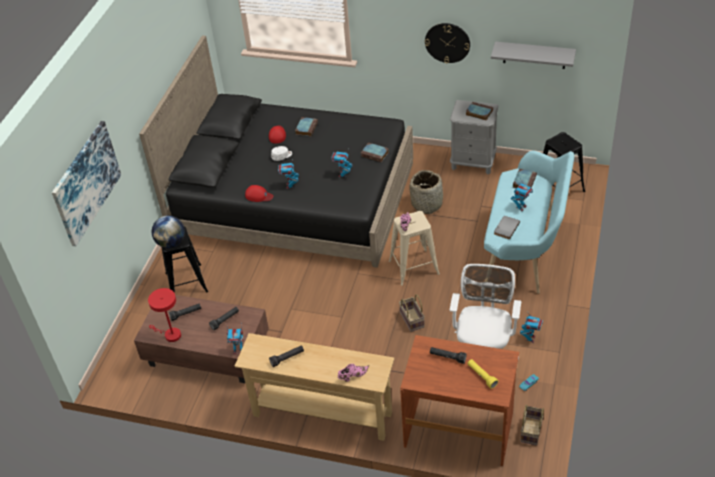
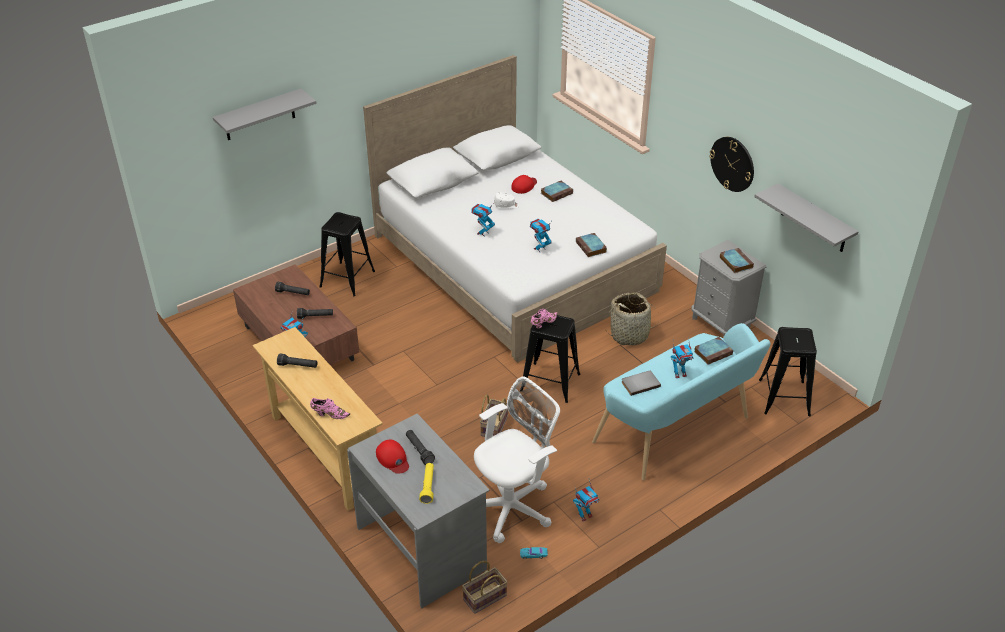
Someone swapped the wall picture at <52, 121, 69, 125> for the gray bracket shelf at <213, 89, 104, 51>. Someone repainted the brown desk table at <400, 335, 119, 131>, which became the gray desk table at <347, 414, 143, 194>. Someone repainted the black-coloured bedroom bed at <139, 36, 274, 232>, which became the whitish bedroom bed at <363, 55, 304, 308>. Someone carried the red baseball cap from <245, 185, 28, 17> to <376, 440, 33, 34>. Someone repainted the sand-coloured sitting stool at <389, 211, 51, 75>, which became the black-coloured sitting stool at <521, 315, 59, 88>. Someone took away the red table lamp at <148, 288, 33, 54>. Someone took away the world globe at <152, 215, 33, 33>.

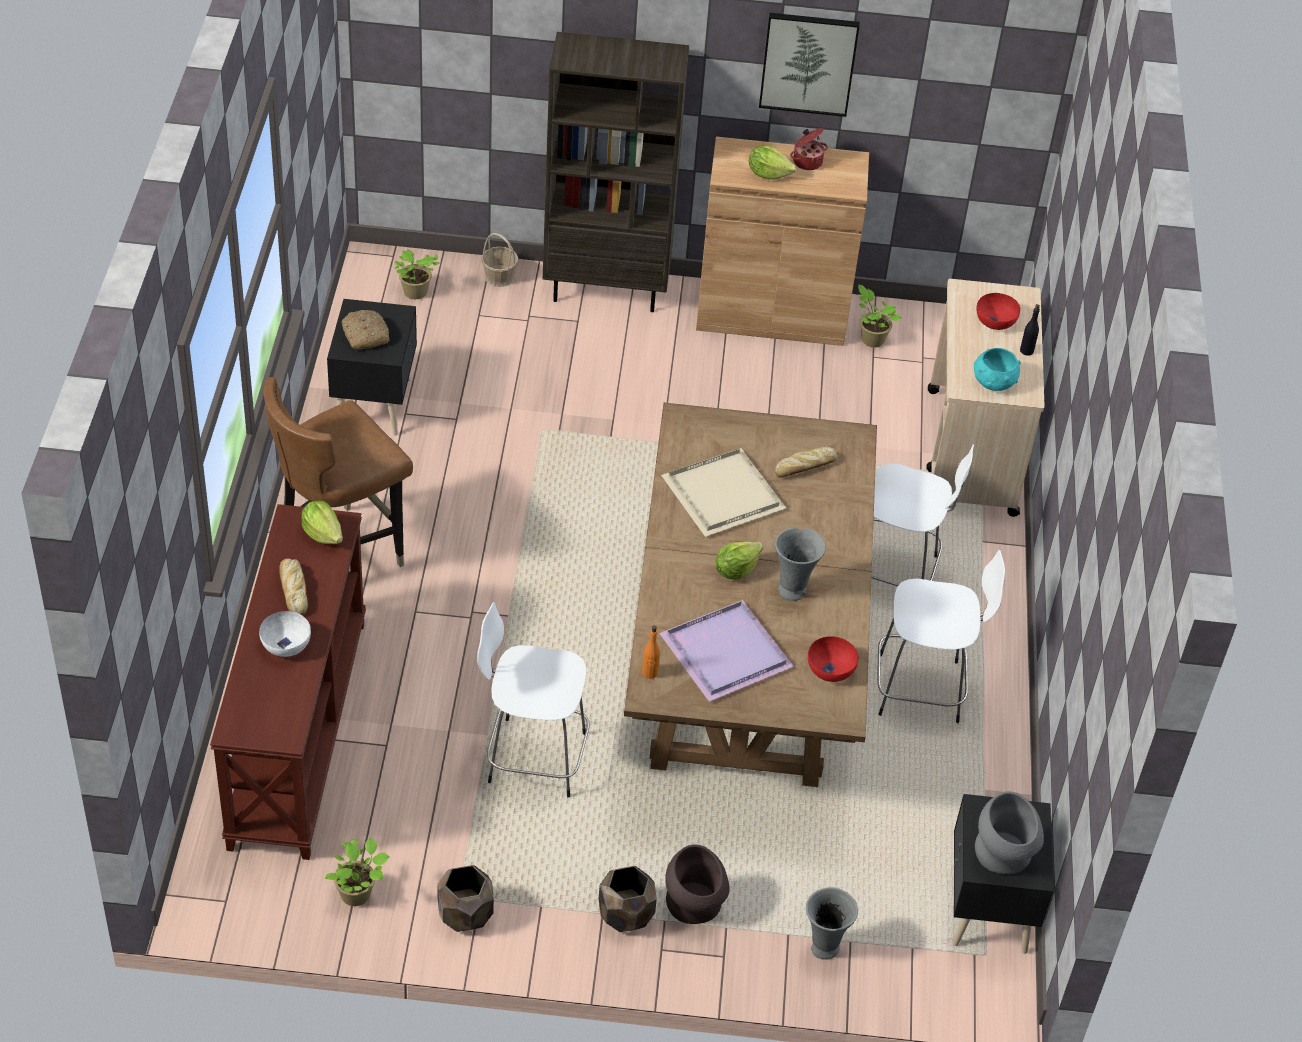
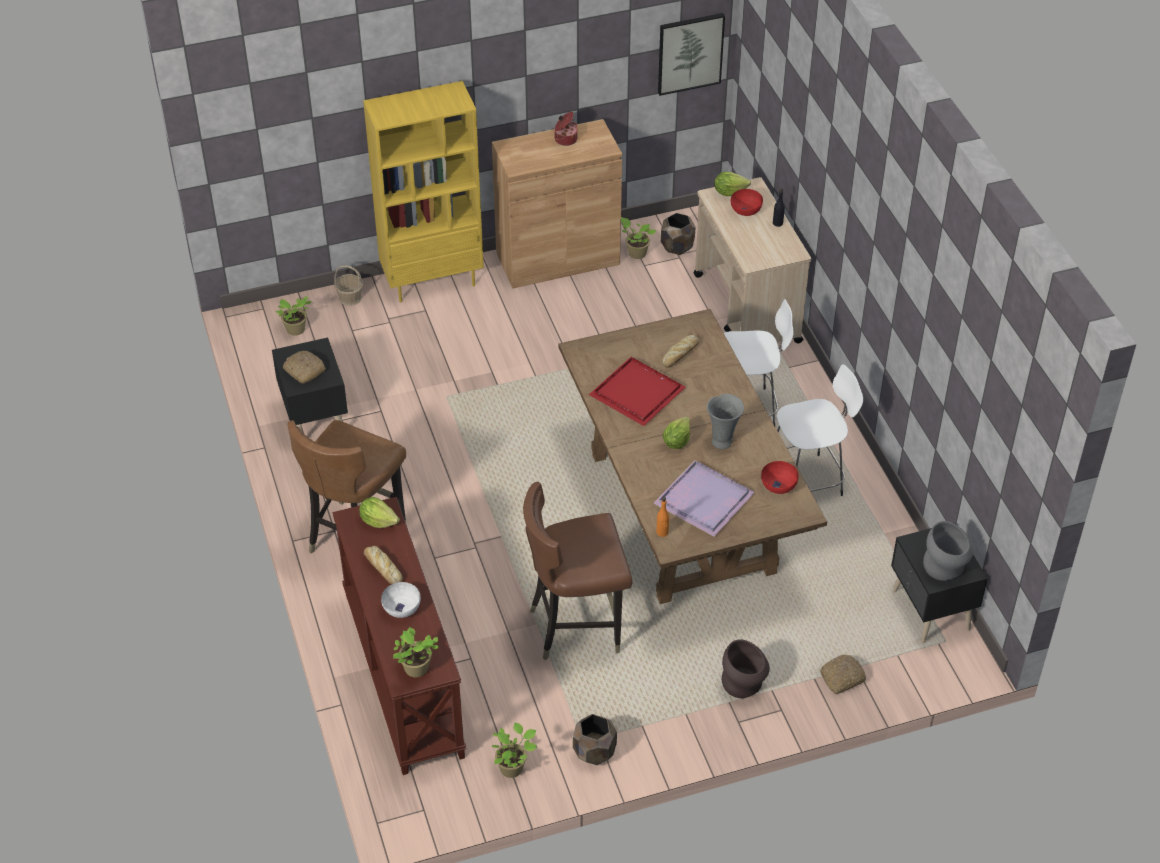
Someone repainted the brown shelving unit at <543, 32, 146, 280>, which became the yellowish shelving unit at <363, 81, 121, 221>. Someone put down the houseplant at <393, 627, 45, 50>. Someone swapped the whitish sitting stool at <477, 602, 113, 196> for the brown upright chair at <523, 482, 110, 178>. Someone repainted the sand-coloured serving tray at <661, 448, 125, 89>, which became the red serving tray at <589, 357, 97, 69>. Someone carried the wall picture from <759, 13, 101, 104> to <658, 13, 67, 83>. Someone carried the brown plant pot from <599, 866, 58, 66> to <661, 213, 34, 42>. Someone carried the head of lettuce from <749, 145, 47, 35> to <714, 172, 37, 24>. Someone swapped the gray decorative vase at <806, 887, 52, 73> for the bakery bread at <820, 654, 46, 40>. Someone took away the turquoise-coloured deep dish at <974, 348, 47, 43>.

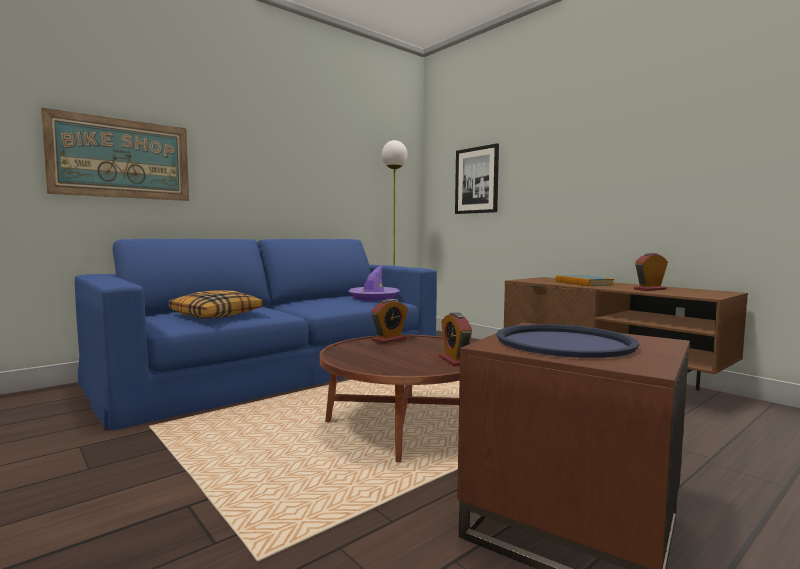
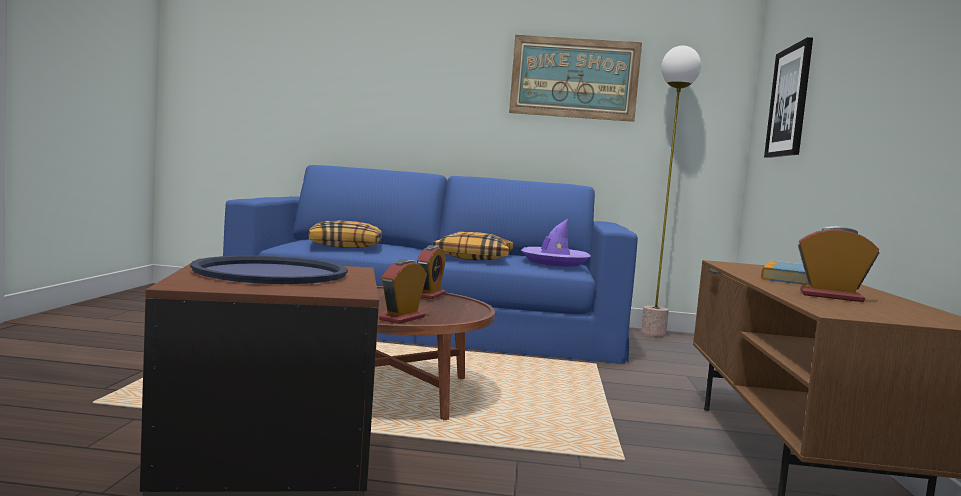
Someone rotated the table clock at <371, 299, 37, 44> by 75 degrees counterclockwise. Someone put down the pillow at <433, 232, 81, 28>. Someone carried the wall picture from <41, 108, 148, 93> to <509, 35, 133, 87>.

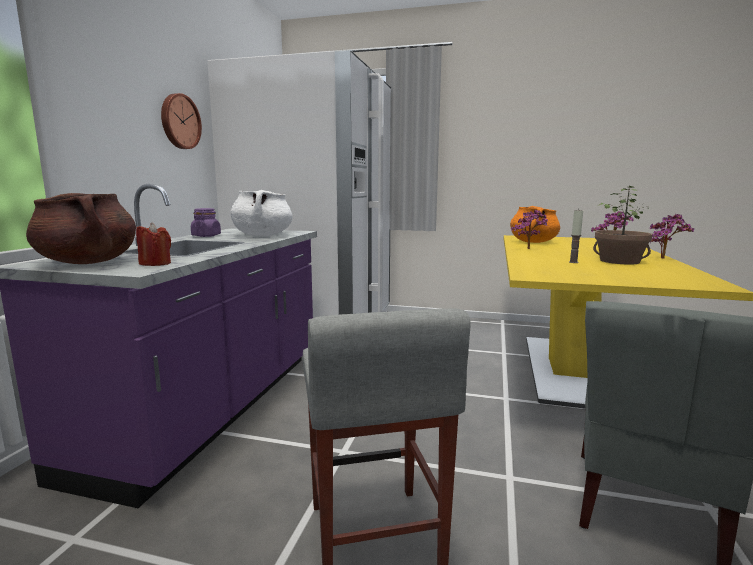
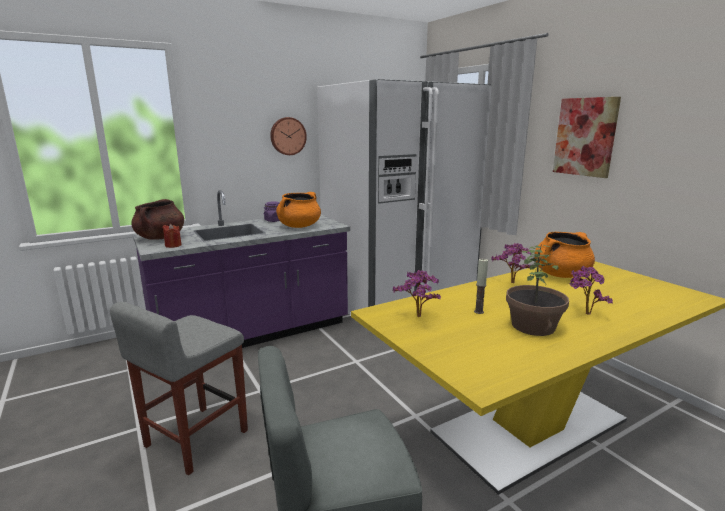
Someone repainted the whitish cooking pot at <230, 190, 62, 46>, which became the orange-coloured cooking pot at <276, 192, 45, 36>. Someone carried the houseplant from <650, 214, 44, 45> to <393, 270, 48, 47>. Someone put up the wall picture at <553, 97, 68, 81>.

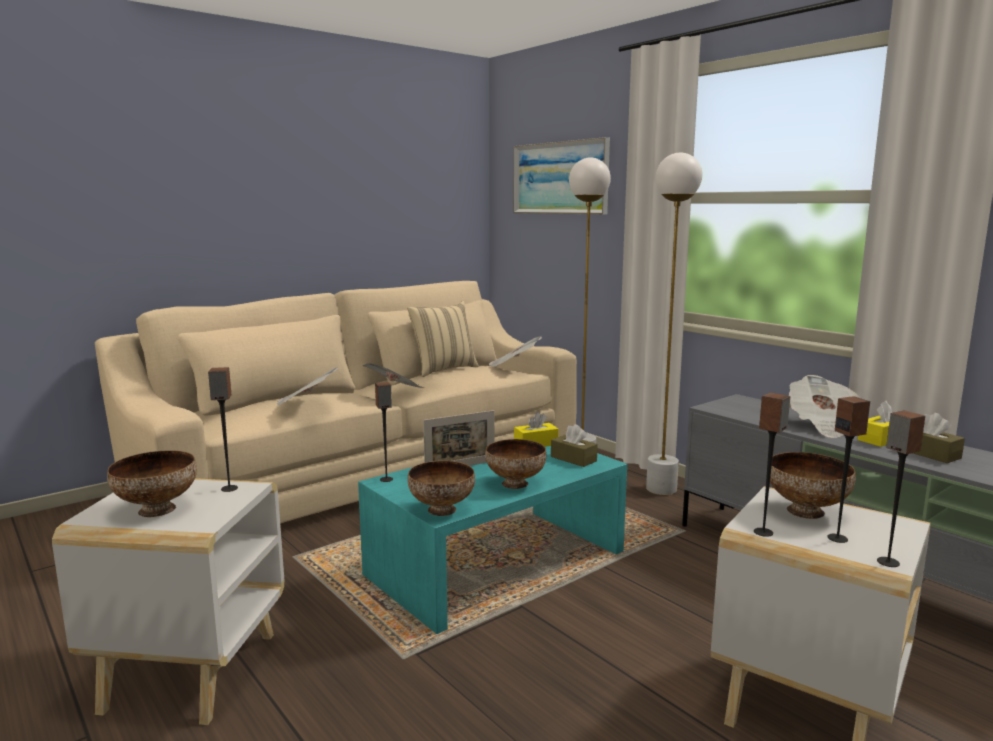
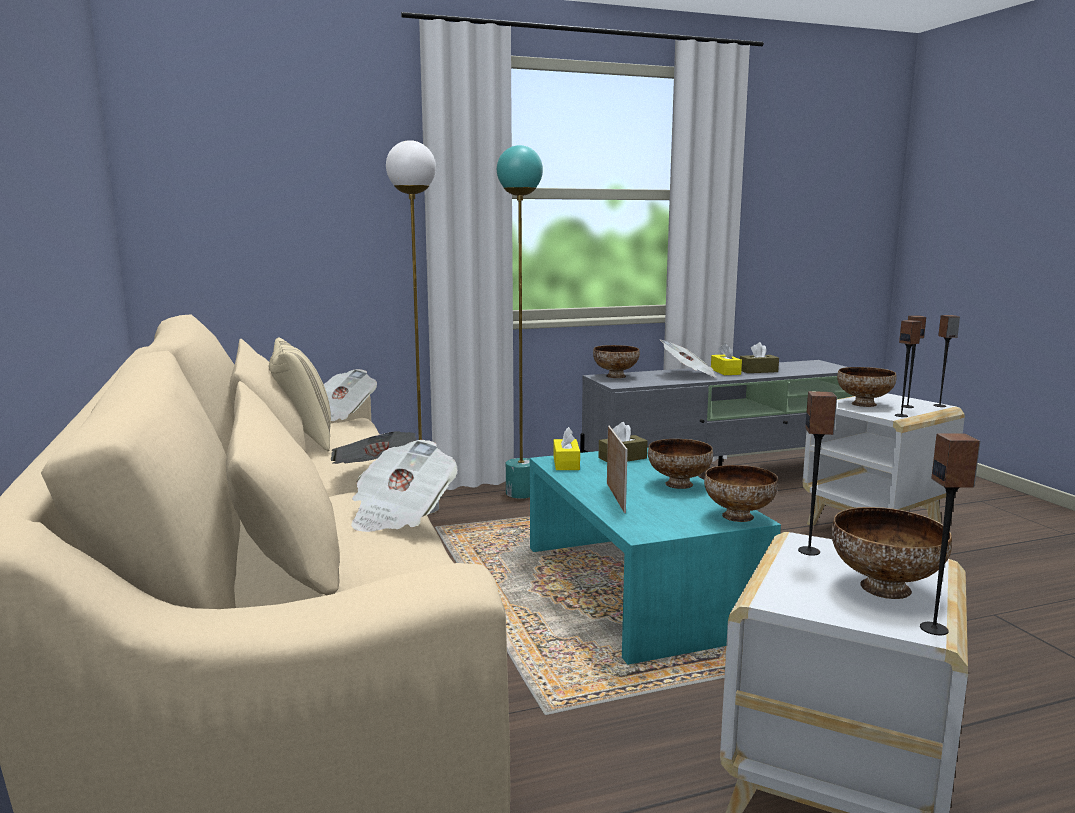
Someone repainted the whitish standing lamp at <646, 153, 56, 342>, which became the turquoise-coloured standing lamp at <497, 145, 46, 354>. Someone put down the deep dish at <593, 345, 47, 33>. Someone carried the speaker from <375, 382, 18, 100> to <920, 433, 60, 202>. Someone took away the wall picture at <513, 137, 97, 78>.

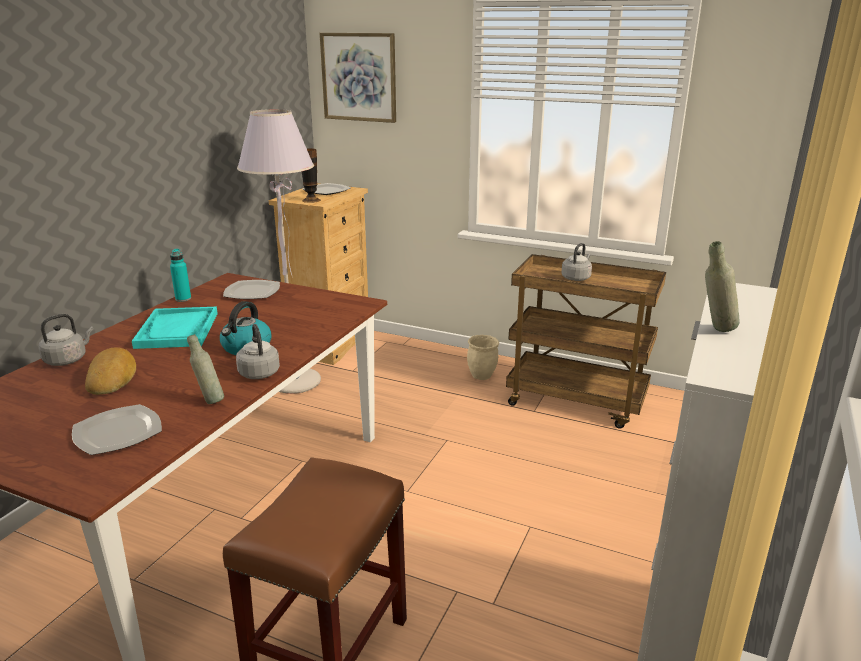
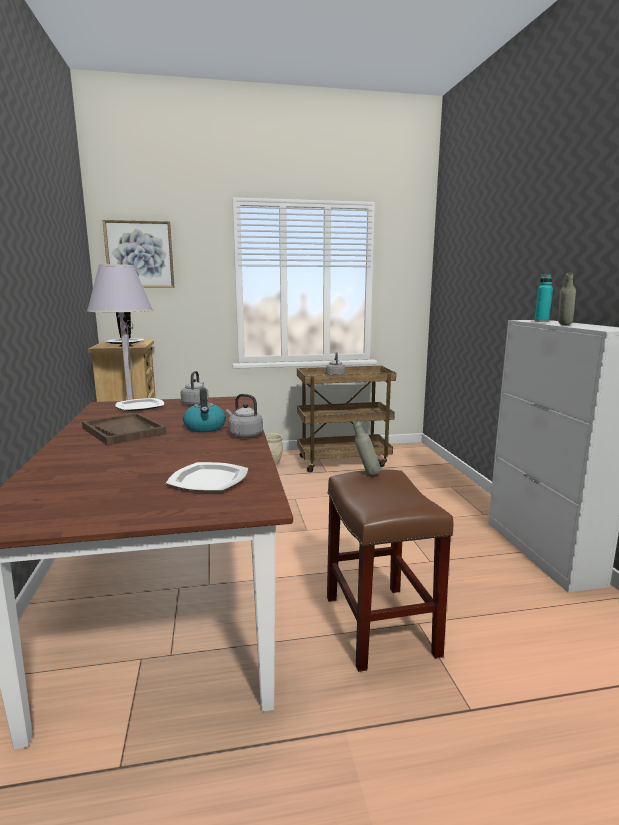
Someone repainted the turquoise-coloured serving tray at <132, 307, 86, 42>, which became the brown serving tray at <82, 413, 84, 32>. Someone carried the gray tea kettle from <39, 314, 55, 52> to <181, 371, 28, 35>. Someone carried the gray bottle from <187, 334, 37, 70> to <353, 420, 28, 56>. Someone carried the turquoise-coloured bottle from <170, 249, 21, 53> to <534, 274, 19, 48>. Someone took away the bakery bread at <85, 347, 51, 48>.

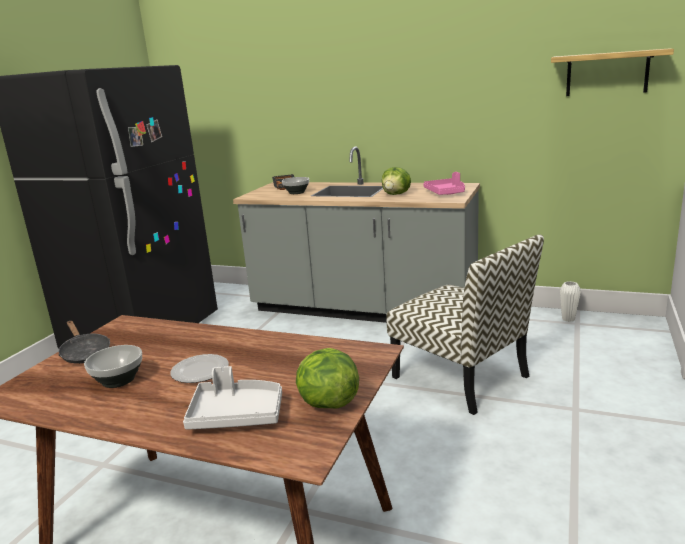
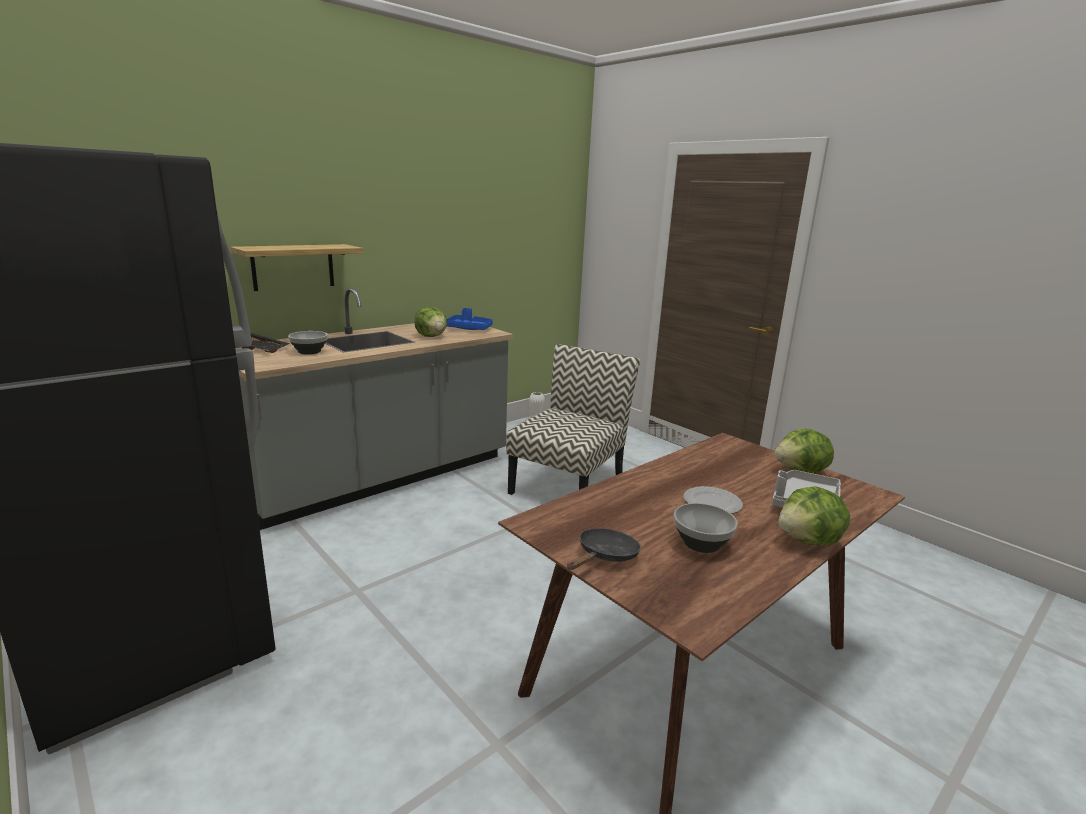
Someone carried the bracket shelf from <551, 49, 123, 47> to <231, 244, 132, 47>. Someone repainted the pink-coloured serving tray at <423, 172, 42, 23>, which became the blue serving tray at <447, 308, 46, 22>. Someone rotated the upright chair at <386, 235, 158, 180> by 45 degrees counterclockwise. Someone rotated the black-coloured skillet at <58, 321, 52, 43> by 45 degrees counterclockwise. Someone put down the head of lettuce at <778, 486, 72, 60>.

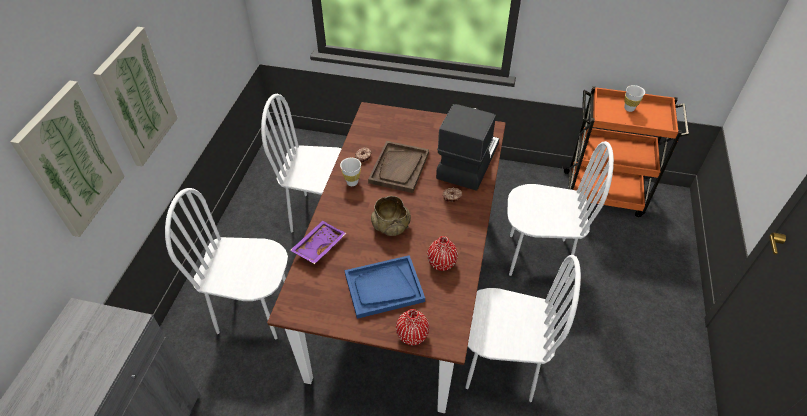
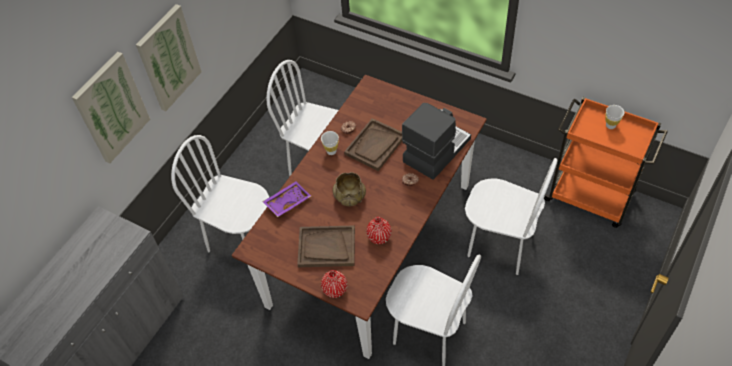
Someone repainted the blue serving tray at <345, 255, 80, 64>, which became the brown serving tray at <297, 225, 58, 42>.

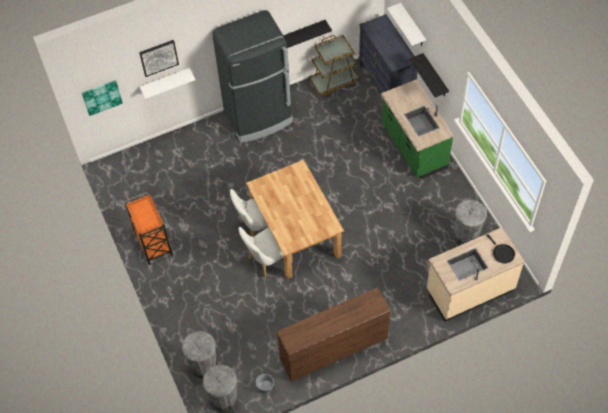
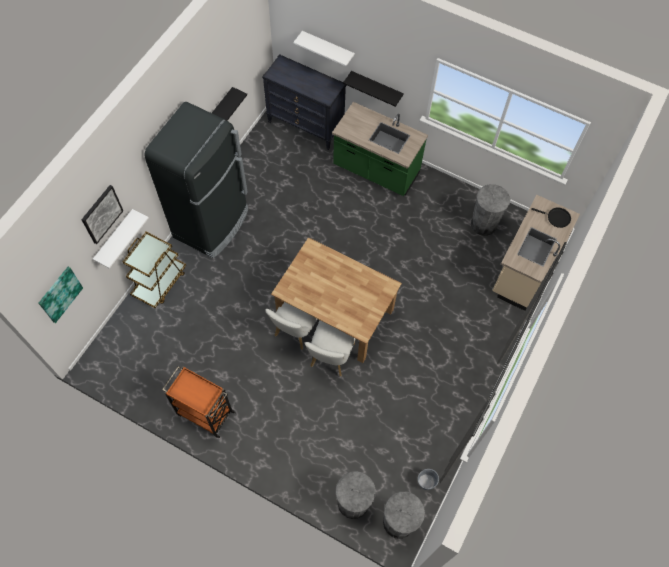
Someone carried the brown cart from <309, 35, 51, 61> to <123, 232, 63, 76>. Someone took away the brown dresser at <277, 287, 114, 95>.

